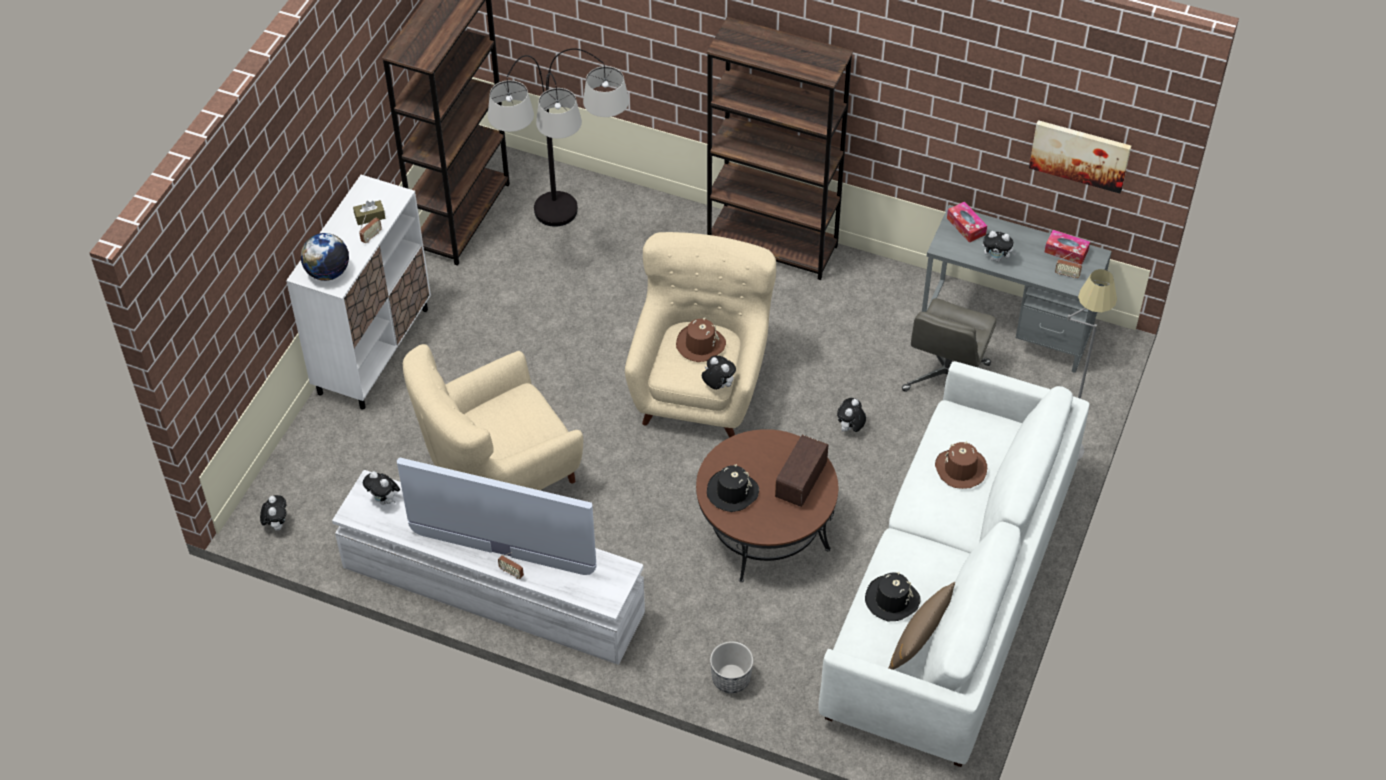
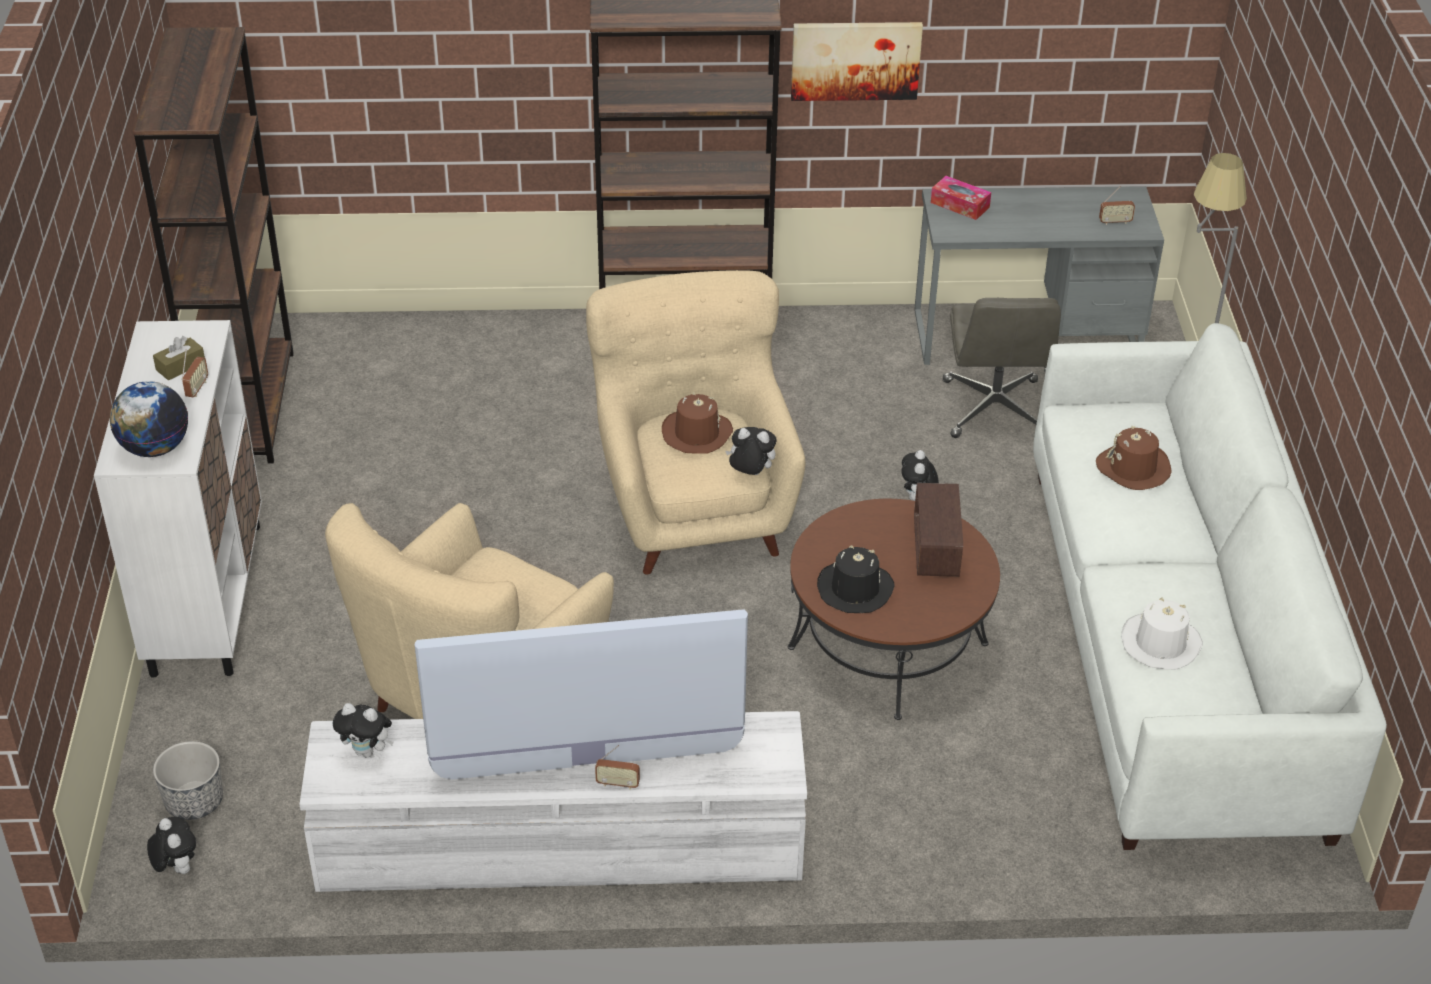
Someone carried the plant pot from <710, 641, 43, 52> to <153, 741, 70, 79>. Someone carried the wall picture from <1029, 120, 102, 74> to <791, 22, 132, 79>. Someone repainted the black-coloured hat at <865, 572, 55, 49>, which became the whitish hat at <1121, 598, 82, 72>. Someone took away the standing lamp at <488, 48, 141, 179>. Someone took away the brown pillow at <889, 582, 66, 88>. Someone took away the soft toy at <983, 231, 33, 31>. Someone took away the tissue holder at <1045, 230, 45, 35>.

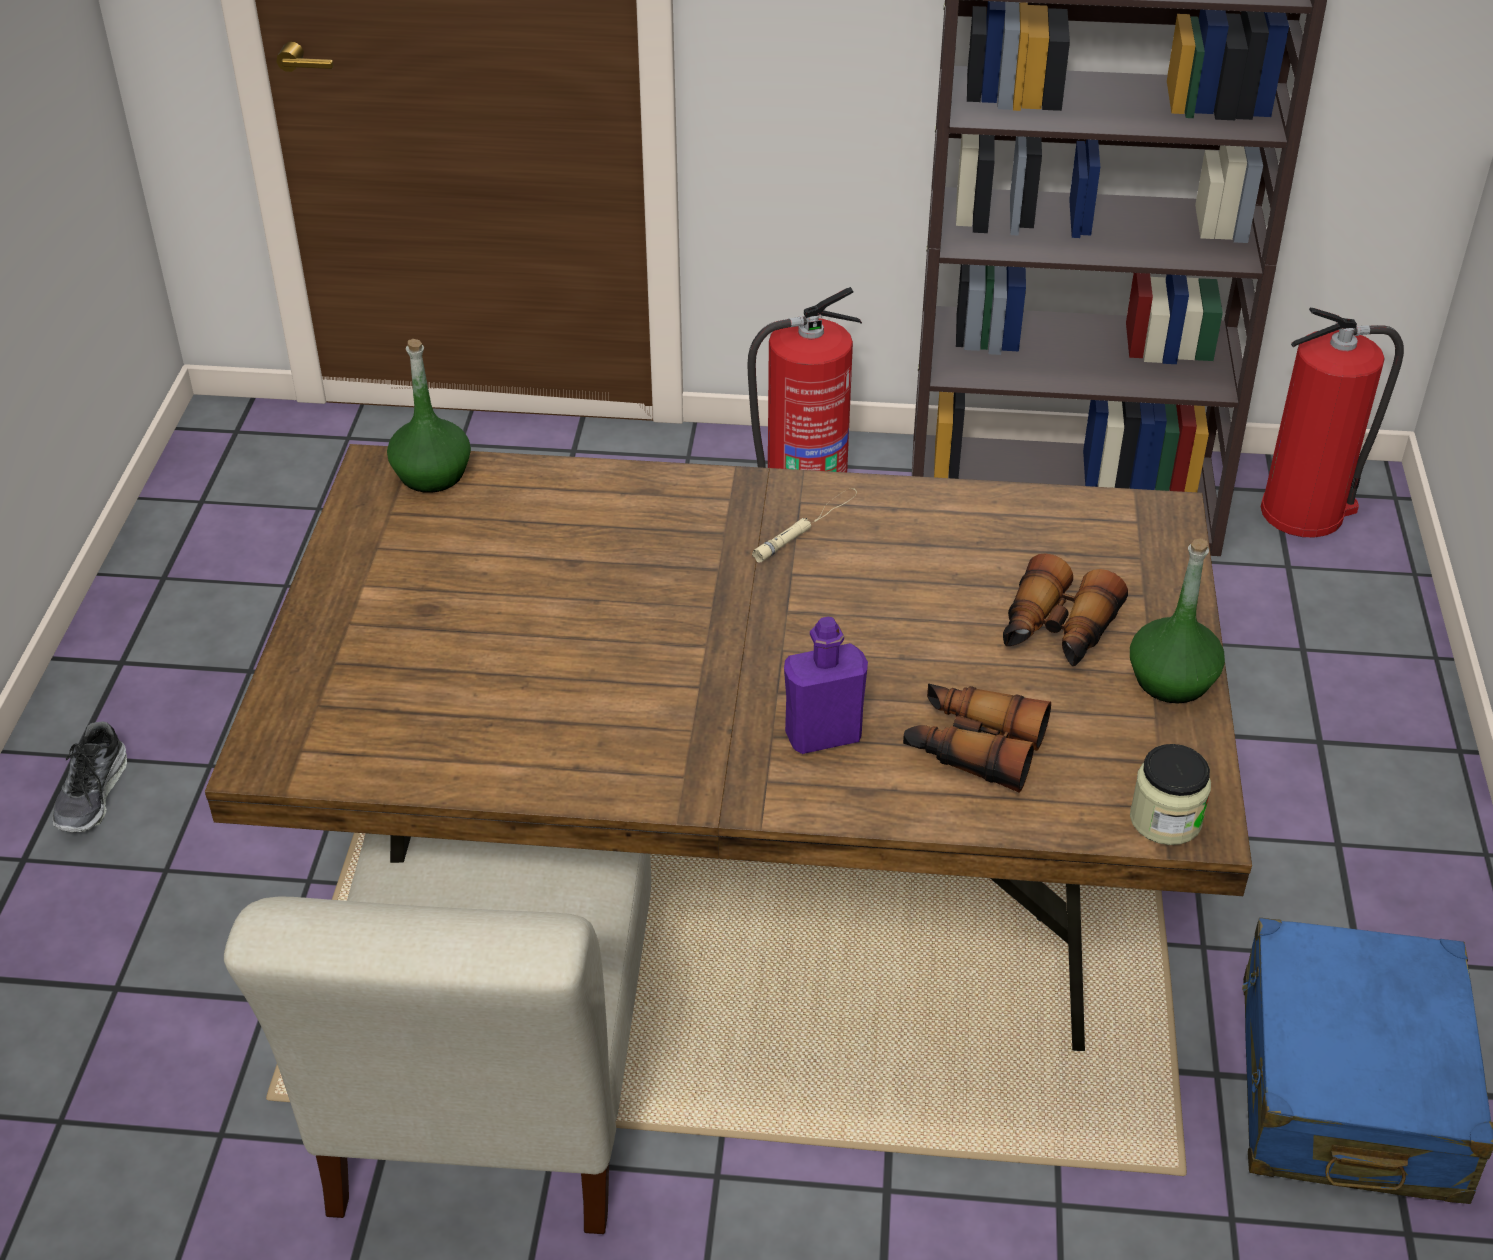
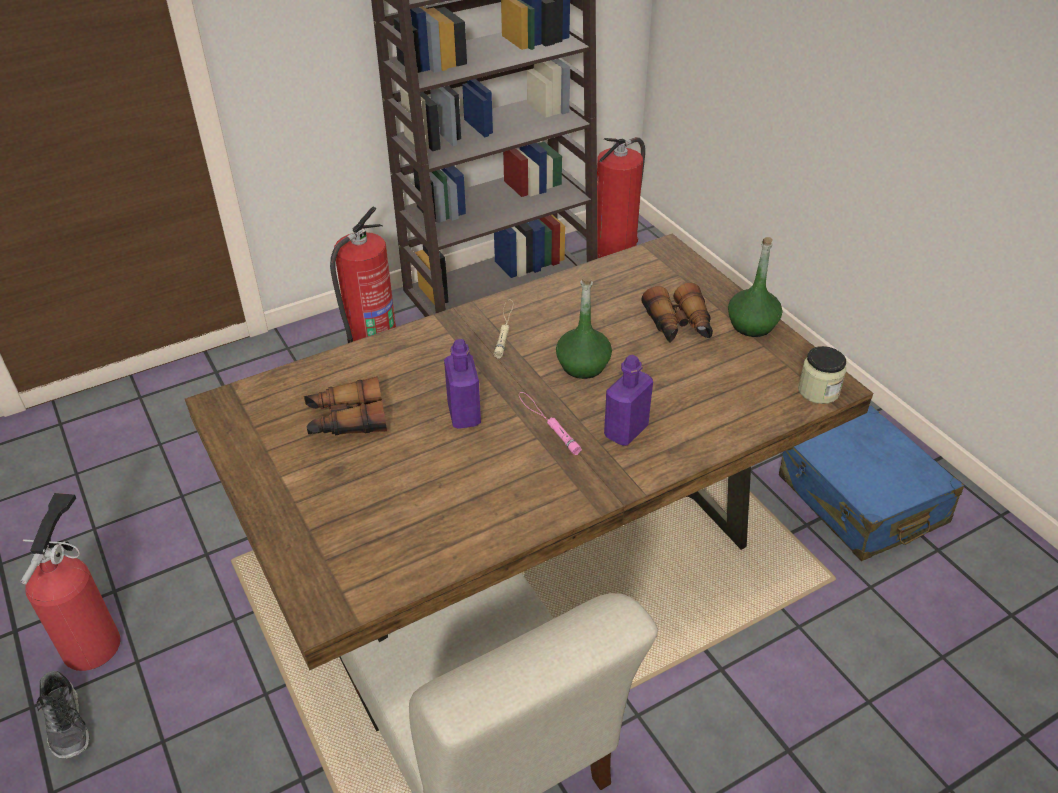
Someone put down the fire extinguisher at <20, 493, 101, 178>. Someone carried the pair of binoculars from <903, 683, 148, 109> to <304, 376, 83, 59>. Someone put down the purplish bottle at <444, 339, 37, 90>. Someone put down the pink-coloured hand torch at <519, 392, 63, 63>. Someone carried the greenish bottle from <387, 339, 84, 154> to <556, 277, 56, 102>.

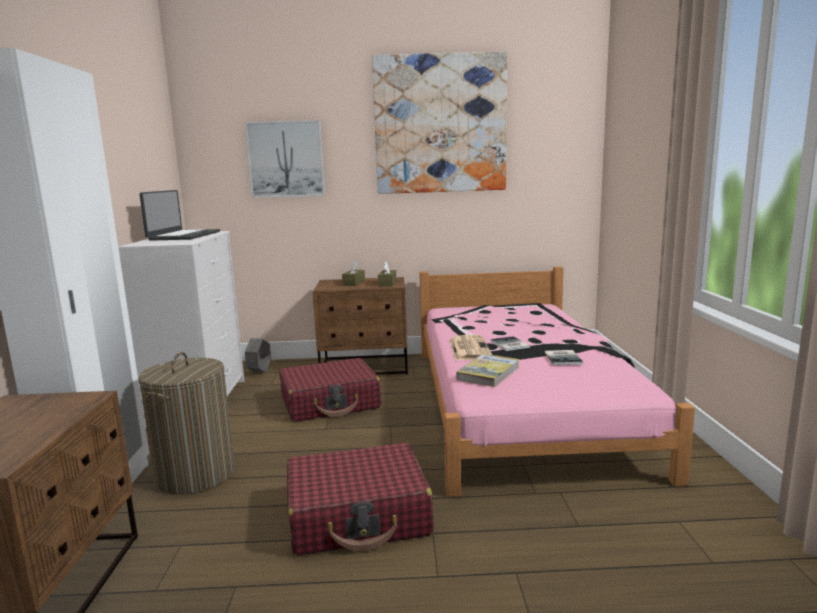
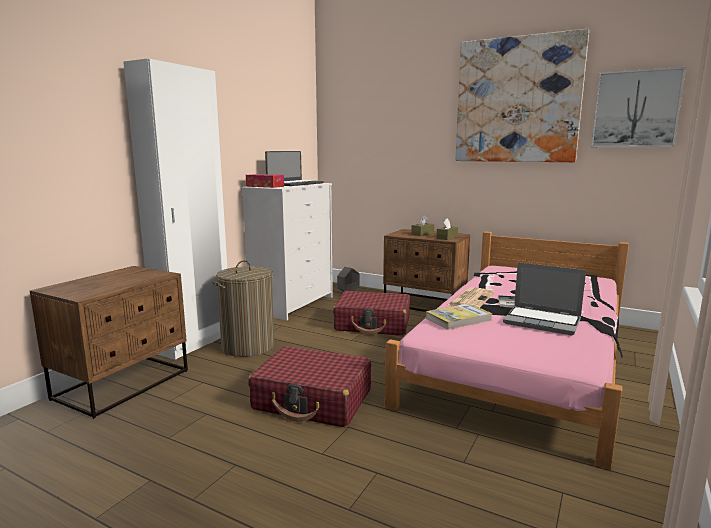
Someone put down the tissue holder at <246, 174, 38, 14>. Someone swapped the bound book at <545, 350, 38, 15> for the laptop at <503, 262, 83, 74>. Someone carried the wall picture from <245, 120, 80, 78> to <591, 67, 95, 80>.

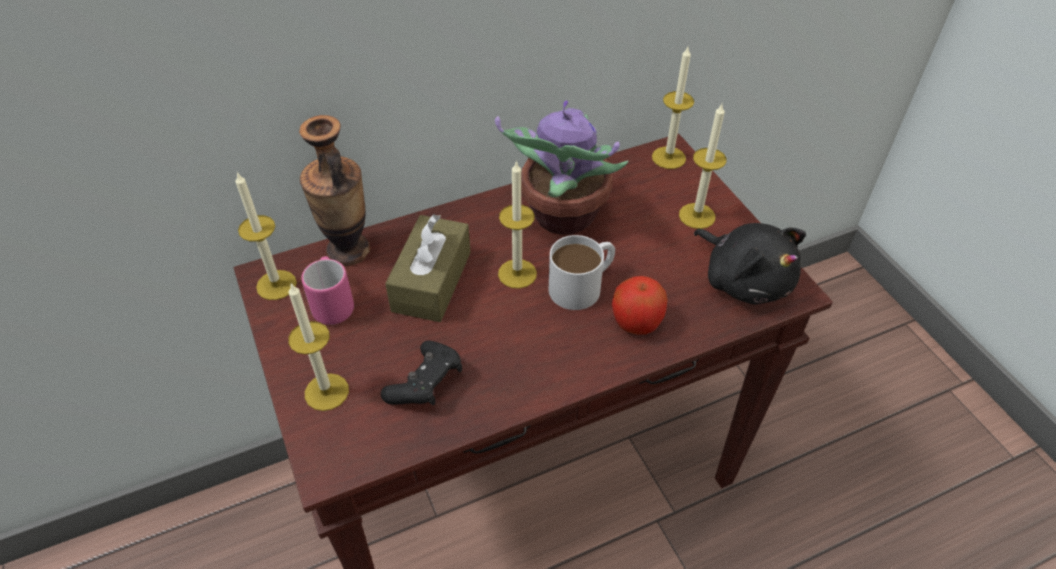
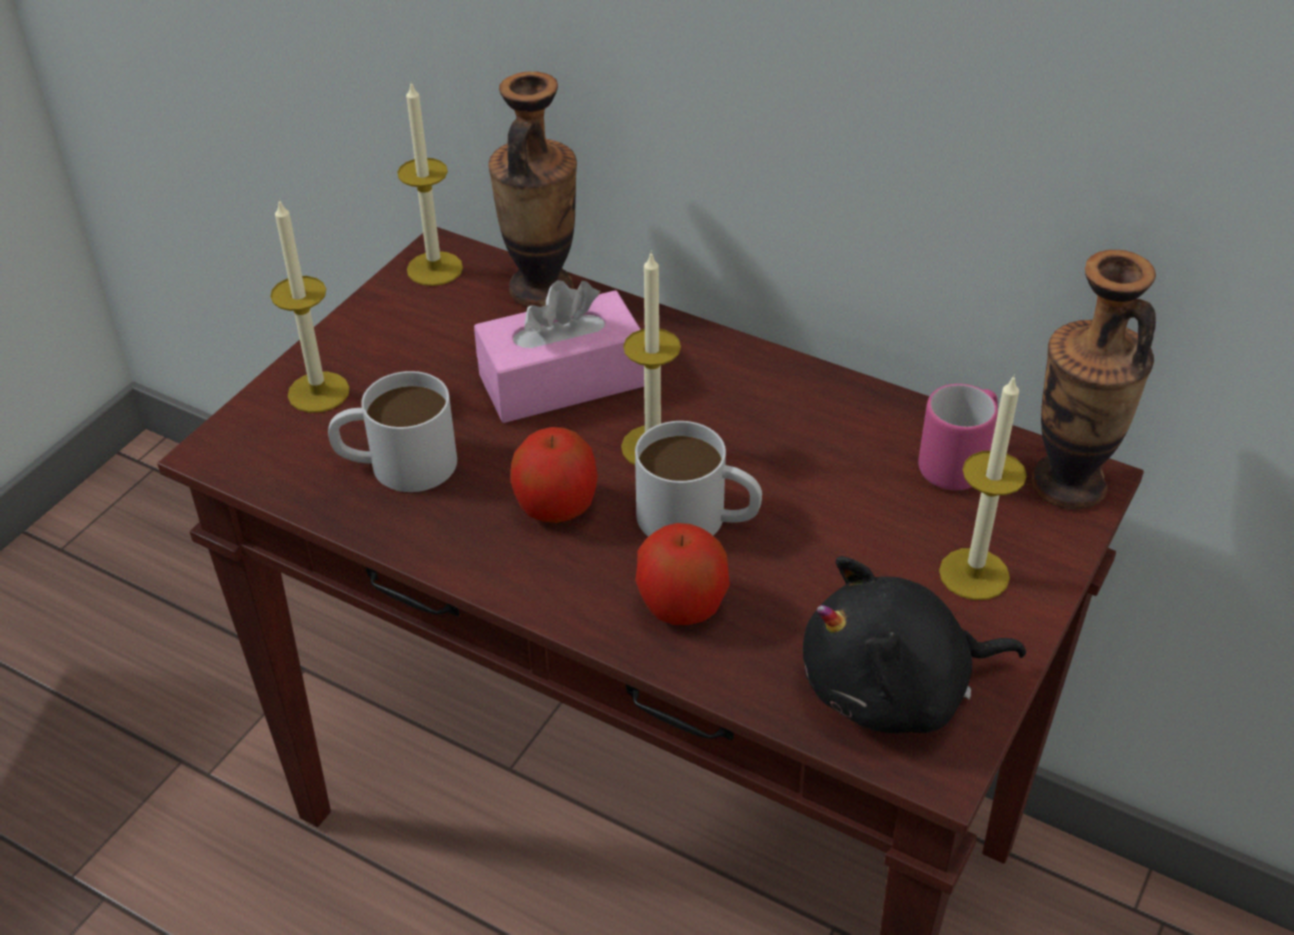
Someone swapped the black-coloured gamepad at <381, 340, 81, 65> for the whitish coffee mug at <328, 371, 129, 121>. Someone repainted the brown tissue holder at <385, 214, 85, 108>, which became the pink-coloured tissue holder at <474, 280, 170, 143>. Someone put down the whole apple at <510, 427, 88, 96>. Someone rotated the black-coloured soft toy at <694, 223, 112, 81> by 60 degrees clockwise. Someone carried the pink-coloured coffee mug from <301, 256, 53, 69> to <918, 384, 80, 106>. Someone swapped the wax candle at <652, 47, 42, 122> for the decorative vase at <1032, 250, 124, 259>. Someone took away the houseplant at <495, 100, 134, 135>.

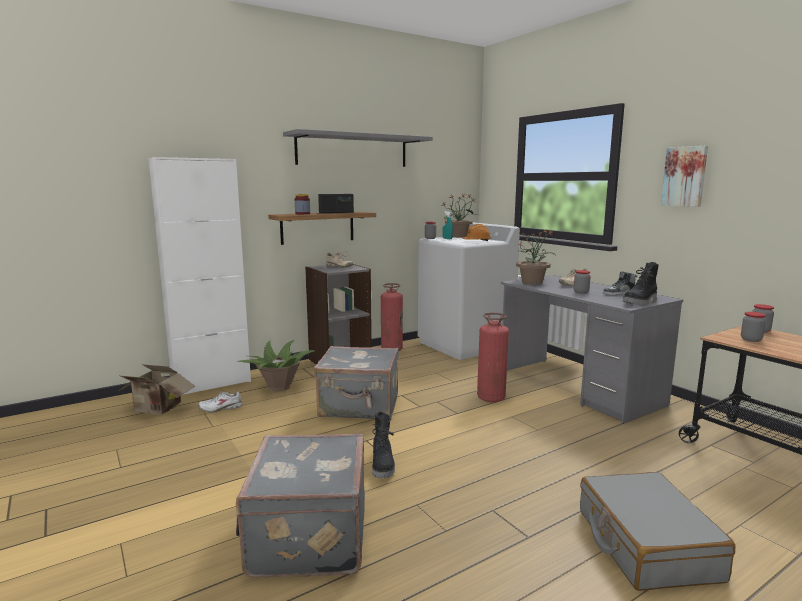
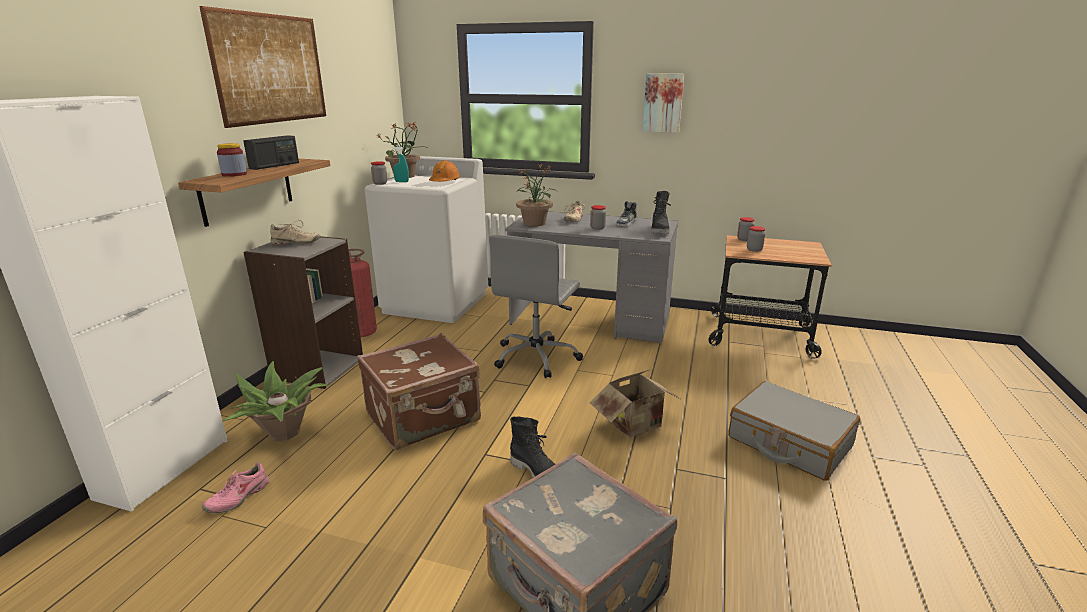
Someone swapped the gray bracket shelf at <283, 129, 150, 38> for the wall picture at <199, 6, 127, 122>. Someone repainted the whitish item of footwear at <198, 391, 44, 21>, which became the pink-coloured item of footwear at <202, 462, 67, 51>. Someone repainted the gray travel case at <314, 346, 85, 73>, which became the brown travel case at <357, 333, 124, 117>. Someone swapped the fire extinguisher at <477, 313, 32, 89> for the gray computer chair at <489, 235, 94, 143>. Someone carried the carton from <117, 364, 78, 51> to <590, 369, 92, 68>.

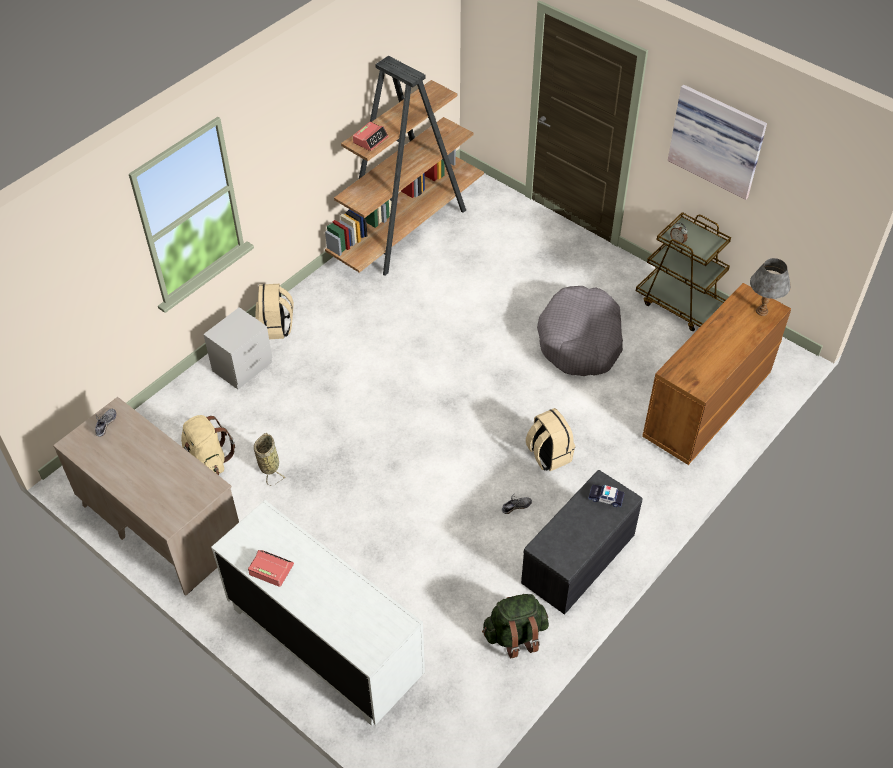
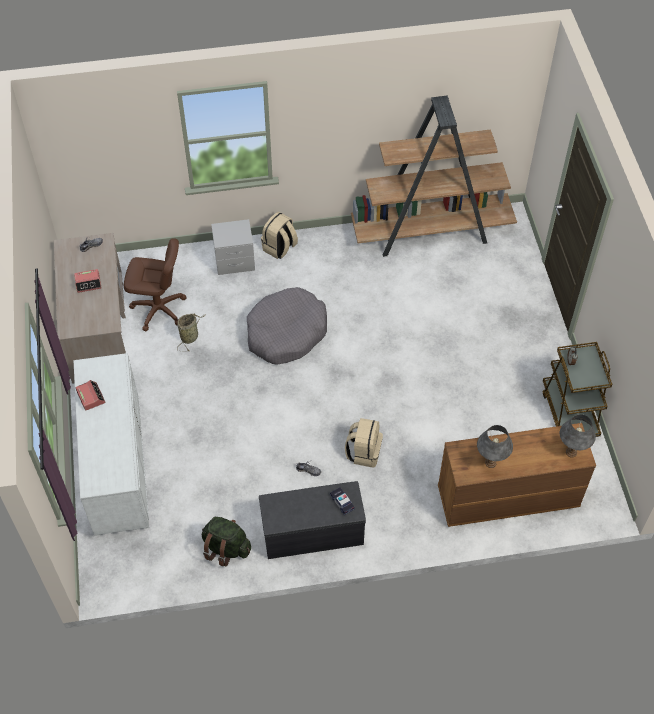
Someone carried the table clock from <353, 122, 35, 29> to <74, 269, 28, 24>. Someone swapped the sand-coloured rucksack at <181, 415, 54, 60> for the brown computer chair at <124, 238, 63, 93>. Someone carried the gray dog cushion from <537, 286, 86, 90> to <247, 287, 80, 78>. Someone put down the gray table lamp at <477, 425, 36, 43>. Someone took away the wall picture at <668, 85, 99, 115>.

